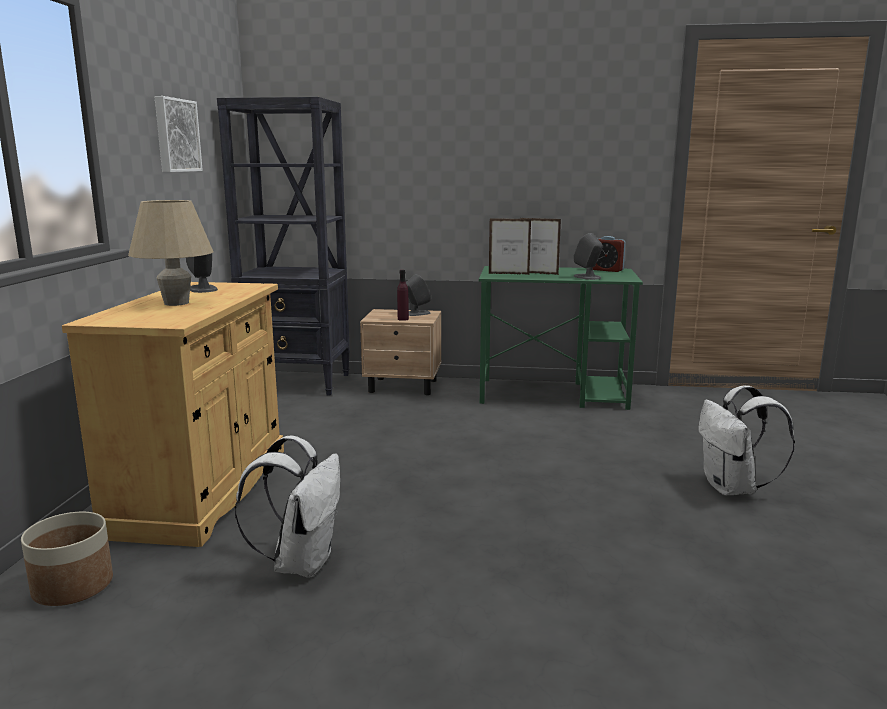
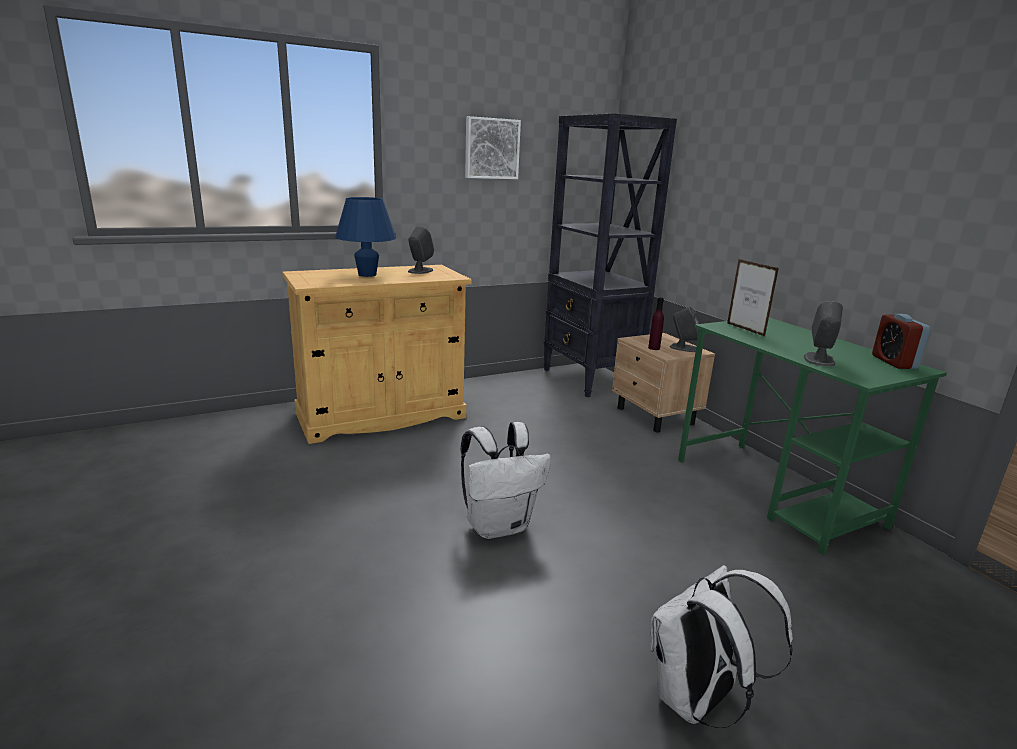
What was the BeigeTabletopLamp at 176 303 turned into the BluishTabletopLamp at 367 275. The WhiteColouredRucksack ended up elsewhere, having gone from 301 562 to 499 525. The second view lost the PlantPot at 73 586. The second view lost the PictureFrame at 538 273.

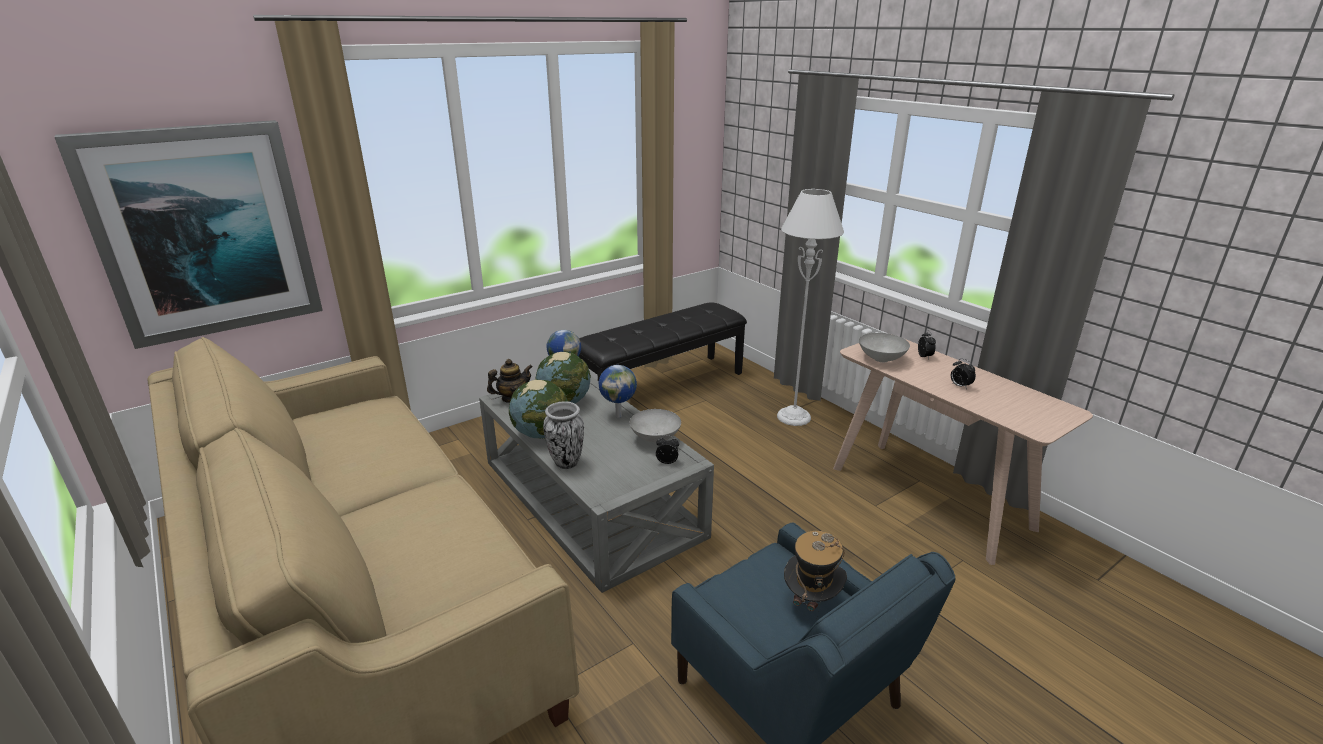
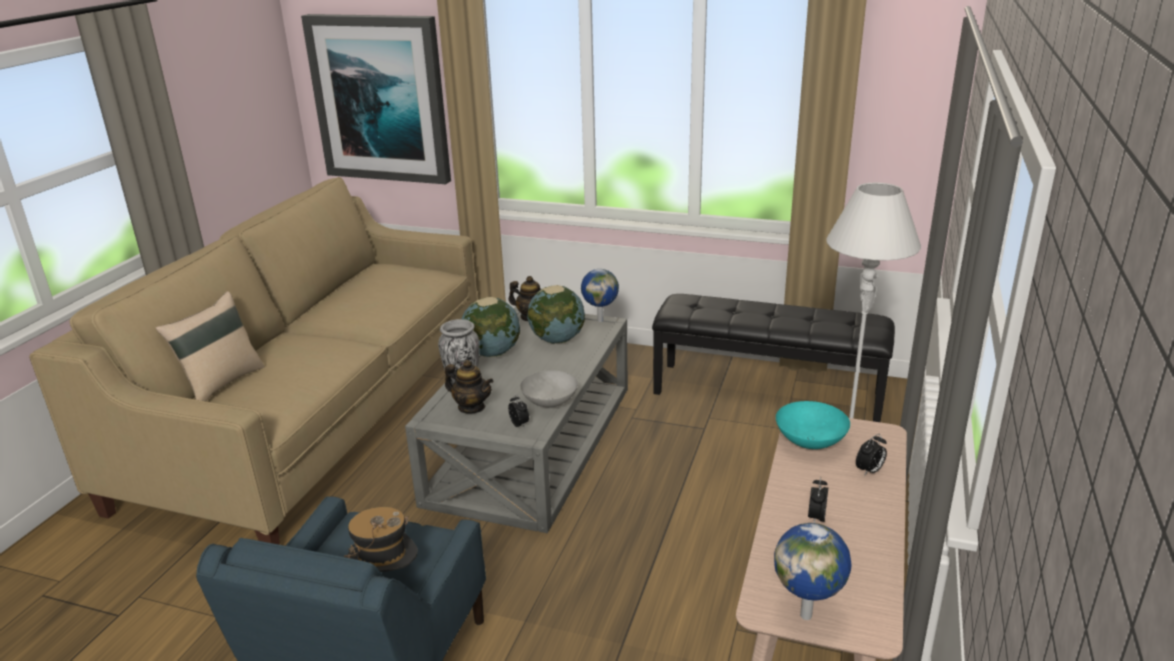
The second view gained the BeigeCushion at 221 383. The second view gained the Teapot at 471 407. The Globe ended up elsewhere, having gone from 619 415 to 807 615. What was the GreyishServingBowl at 882 359 turned into the TurquoiseColouredServingBowl at 811 443.

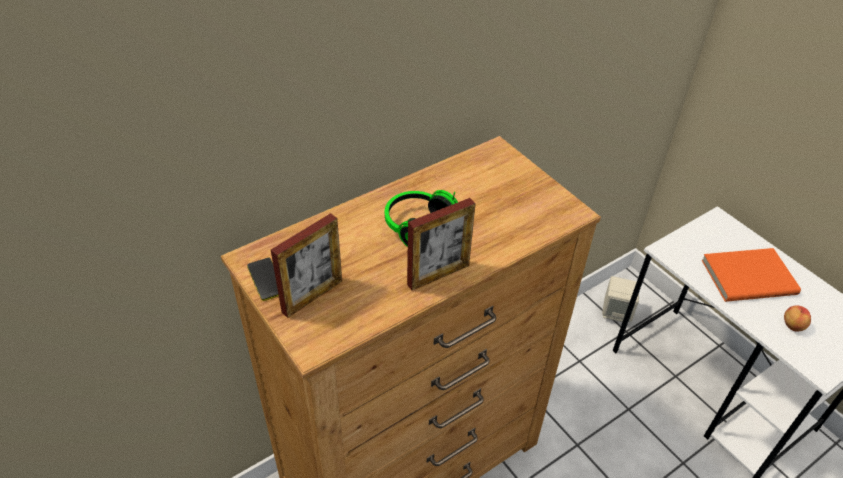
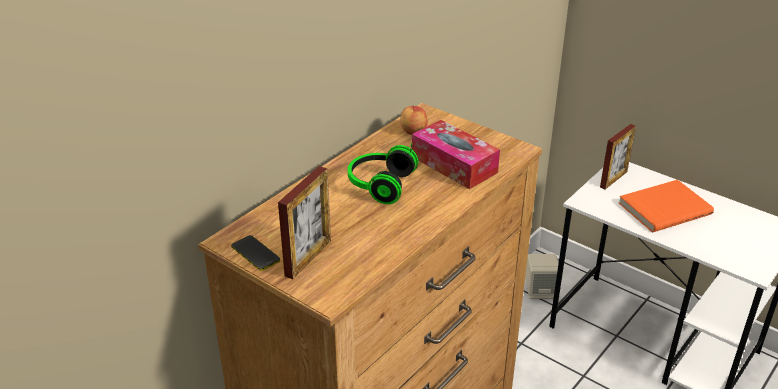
The Apple ended up elsewhere, having gone from 792 325 to 412 131. The second view gained the TissueHolder at 454 164. The PictureFrame ended up elsewhere, having gone from 438 275 to 613 179.

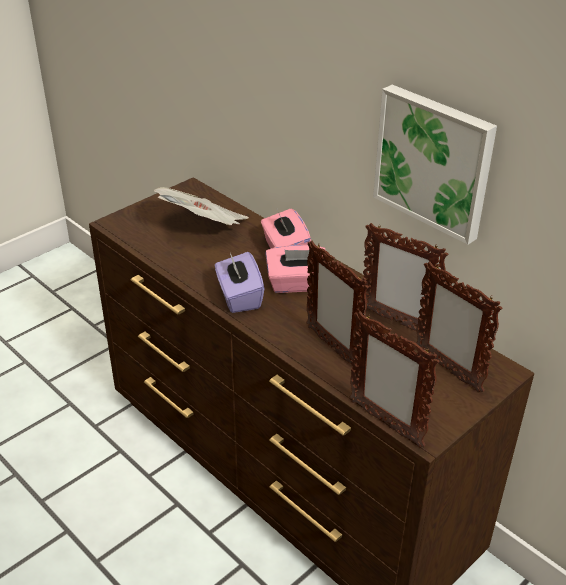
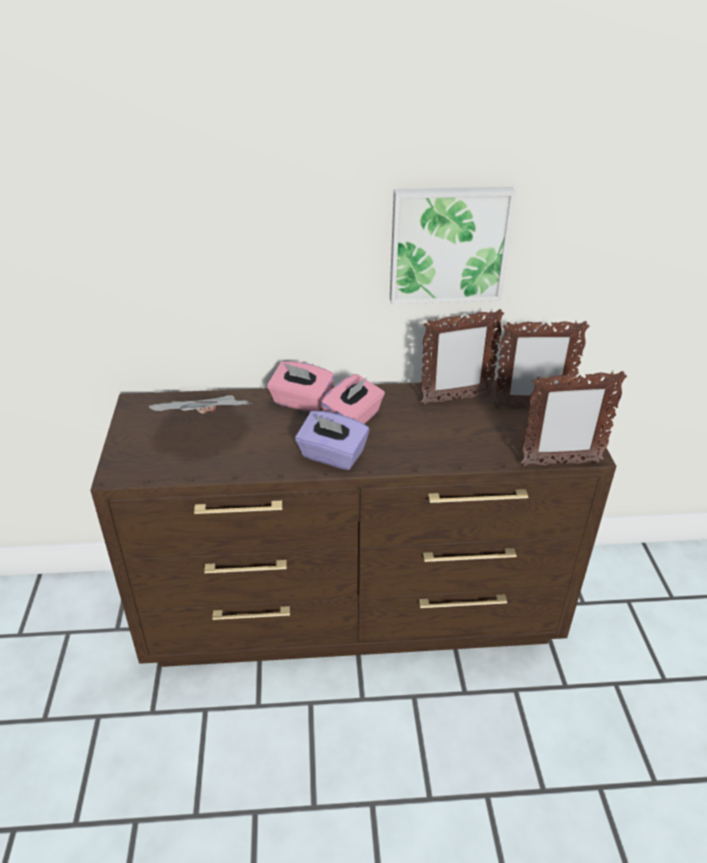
The second view lost the PictureFrame at 332 347.

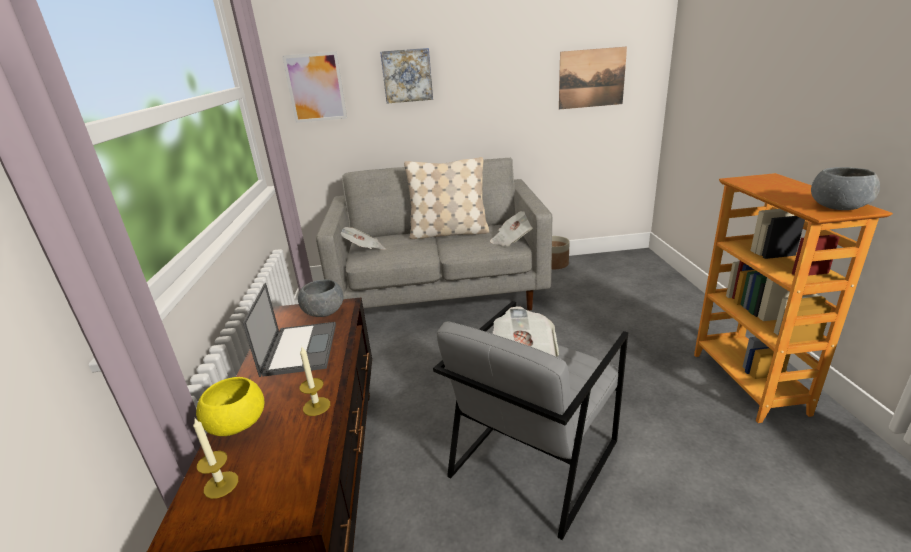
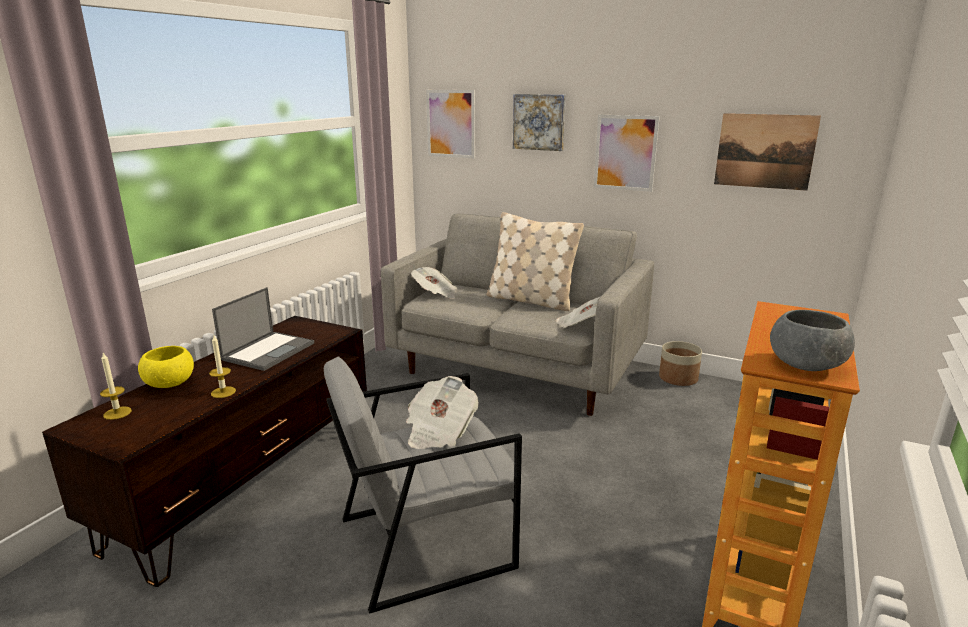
The second view gained the Picture at 625 153. The second view lost the GreyishServingBowl at 324 312.

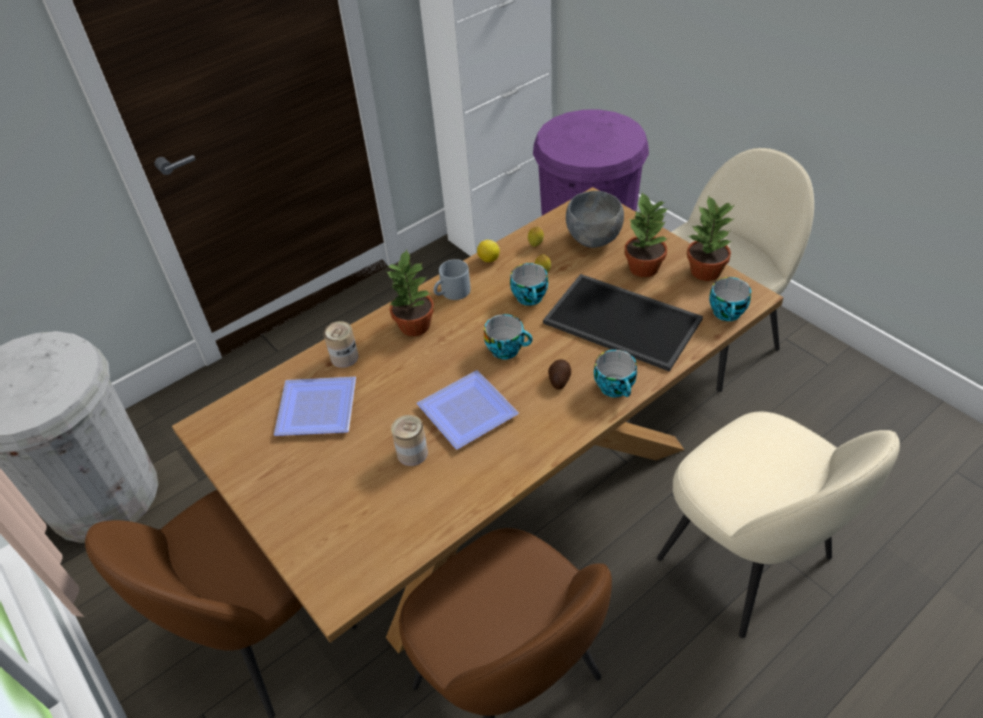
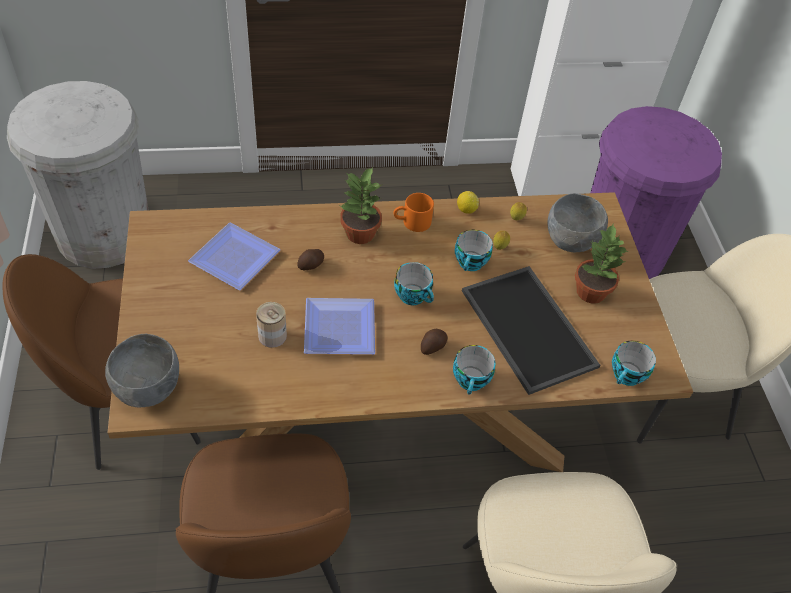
The second view gained the GreyishServingBowl at 147 389. The second view gained the Spud at 311 265. What was the GreyishMug at 452 293 turned into the OrangeColouredMug at 412 222. The second view lost the Can at 344 357. The second view lost the PlantInAPot at 705 272.

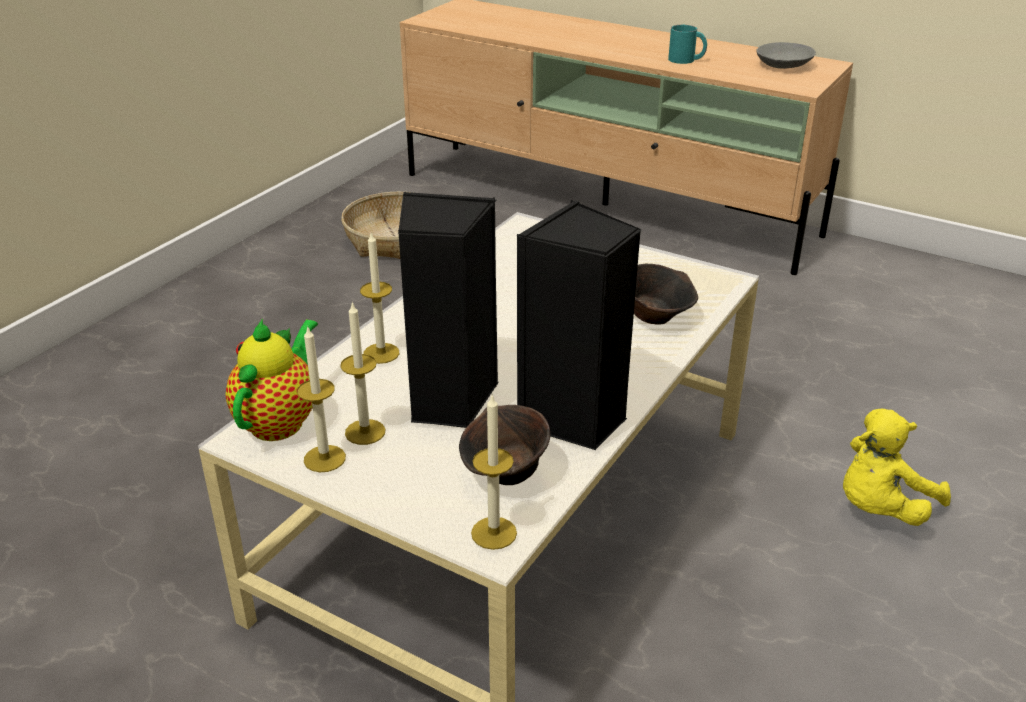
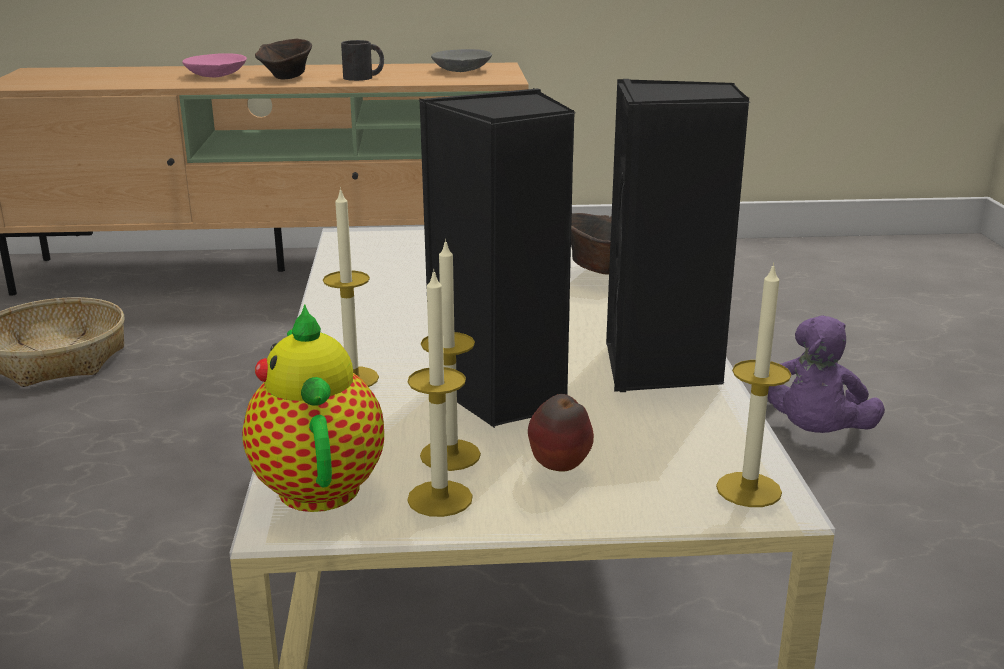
The second view gained the PinkishServingBowl at 215 75. The BrownServingBowl ended up elsewhere, having gone from 505 473 to 286 77. What was the TurquoiseColouredMug at 686 60 turned into the BlackishMug at 364 77. The second view gained the Apple at 559 470. What was the YellowishSoftToy at 880 508 turned into the PurplishSoftToy at 813 434.

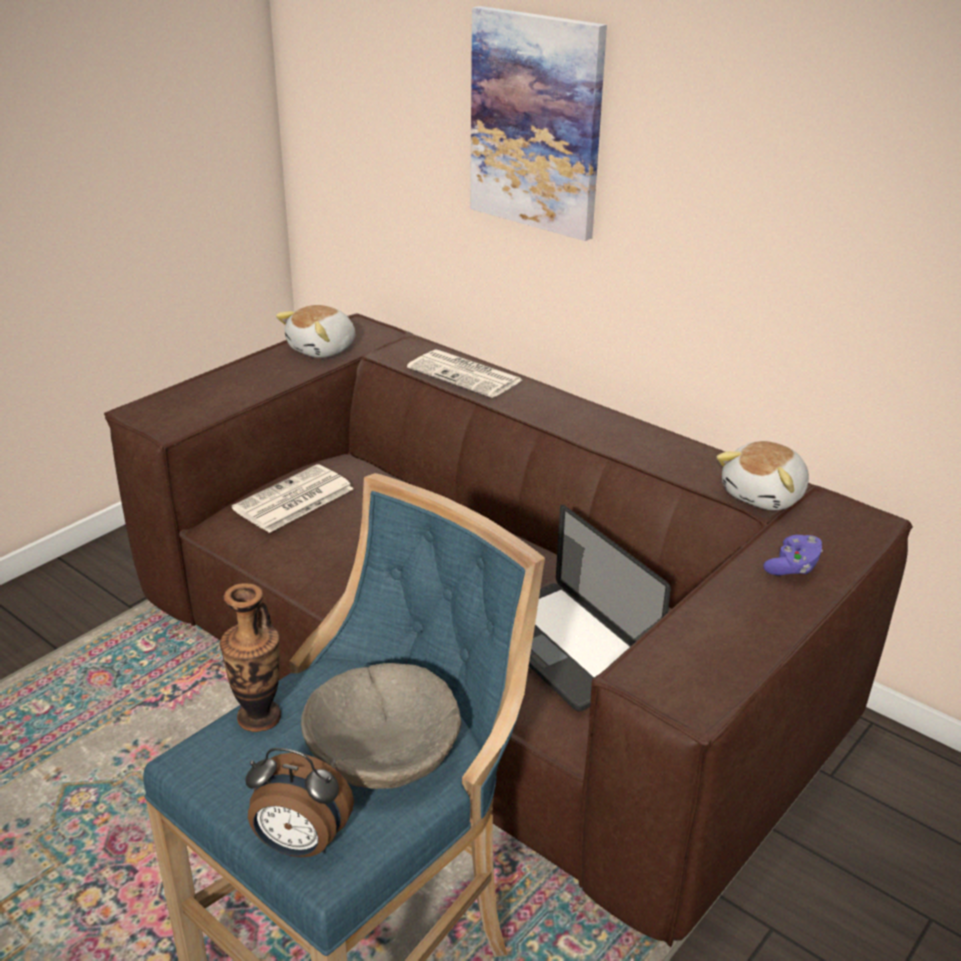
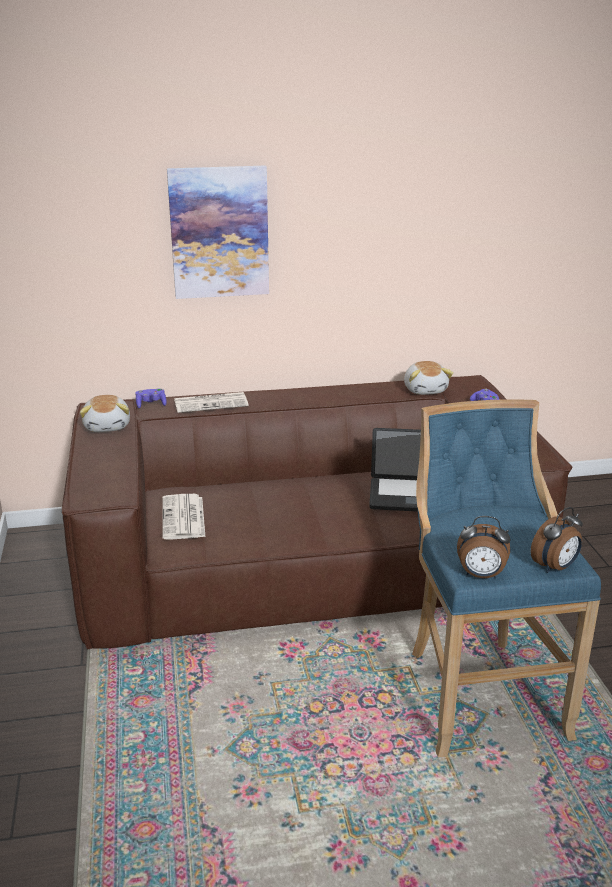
The second view gained the PurplishGamepad at 151 404. The second view gained the TableClock at 481 575. The second view lost the FlowerVase at 259 717. The second view lost the BeigeServingBowl at 382 751.

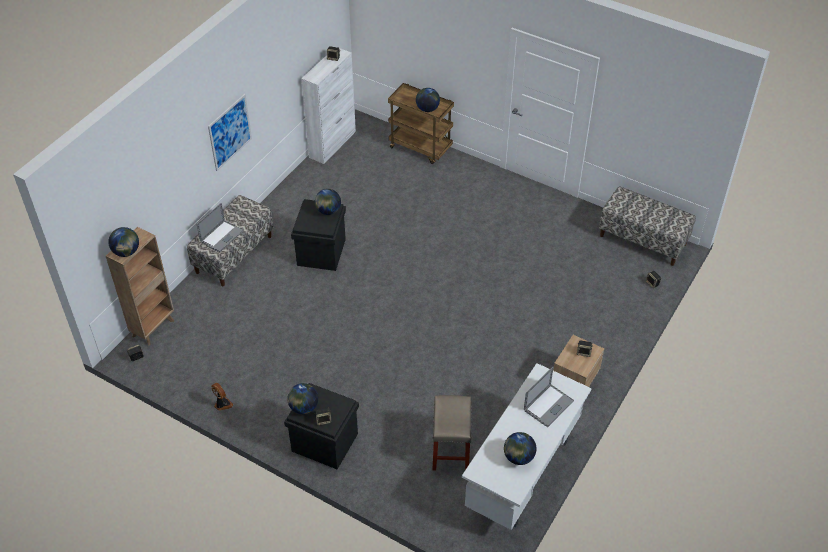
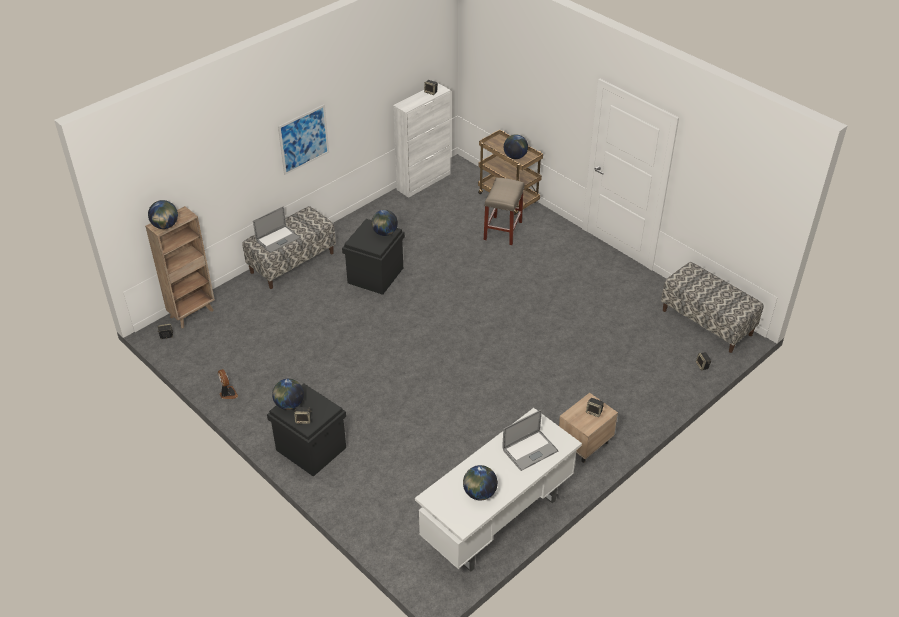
The BeigeStoolSeat ended up elsewhere, having gone from 450 449 to 503 230.

